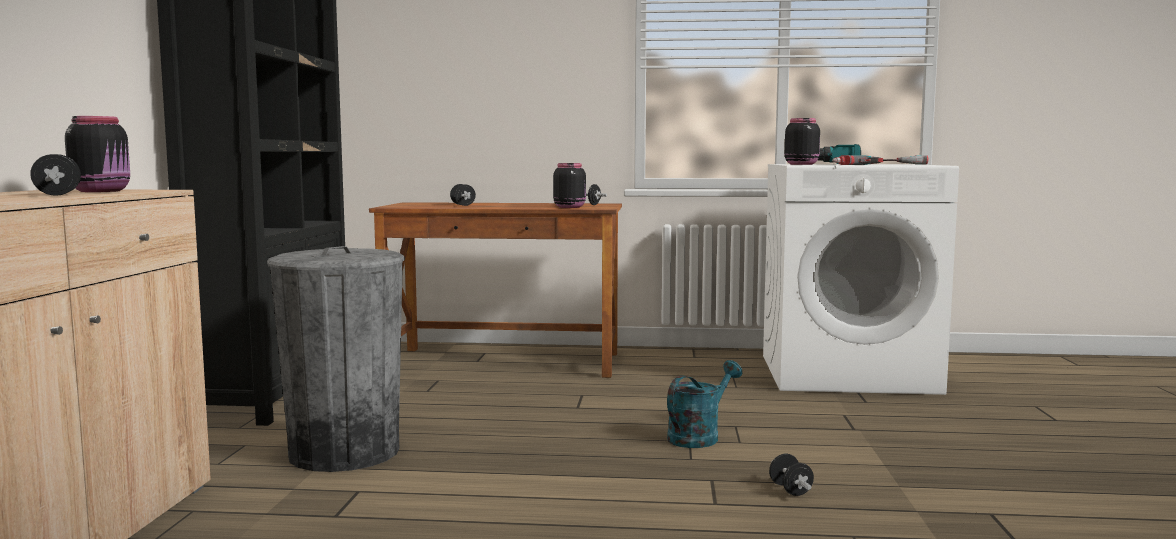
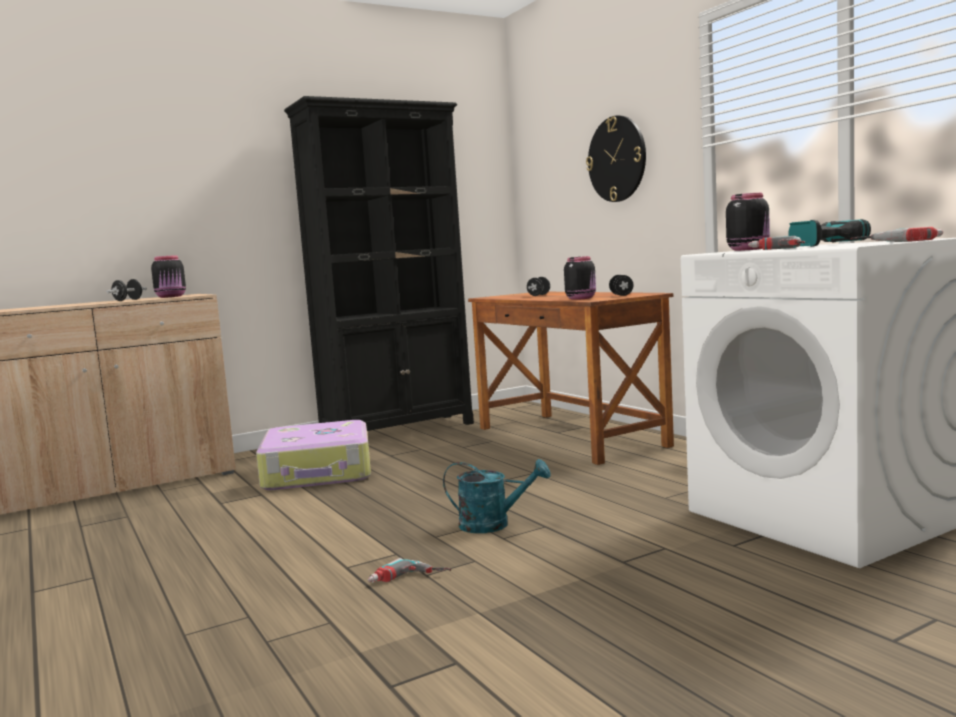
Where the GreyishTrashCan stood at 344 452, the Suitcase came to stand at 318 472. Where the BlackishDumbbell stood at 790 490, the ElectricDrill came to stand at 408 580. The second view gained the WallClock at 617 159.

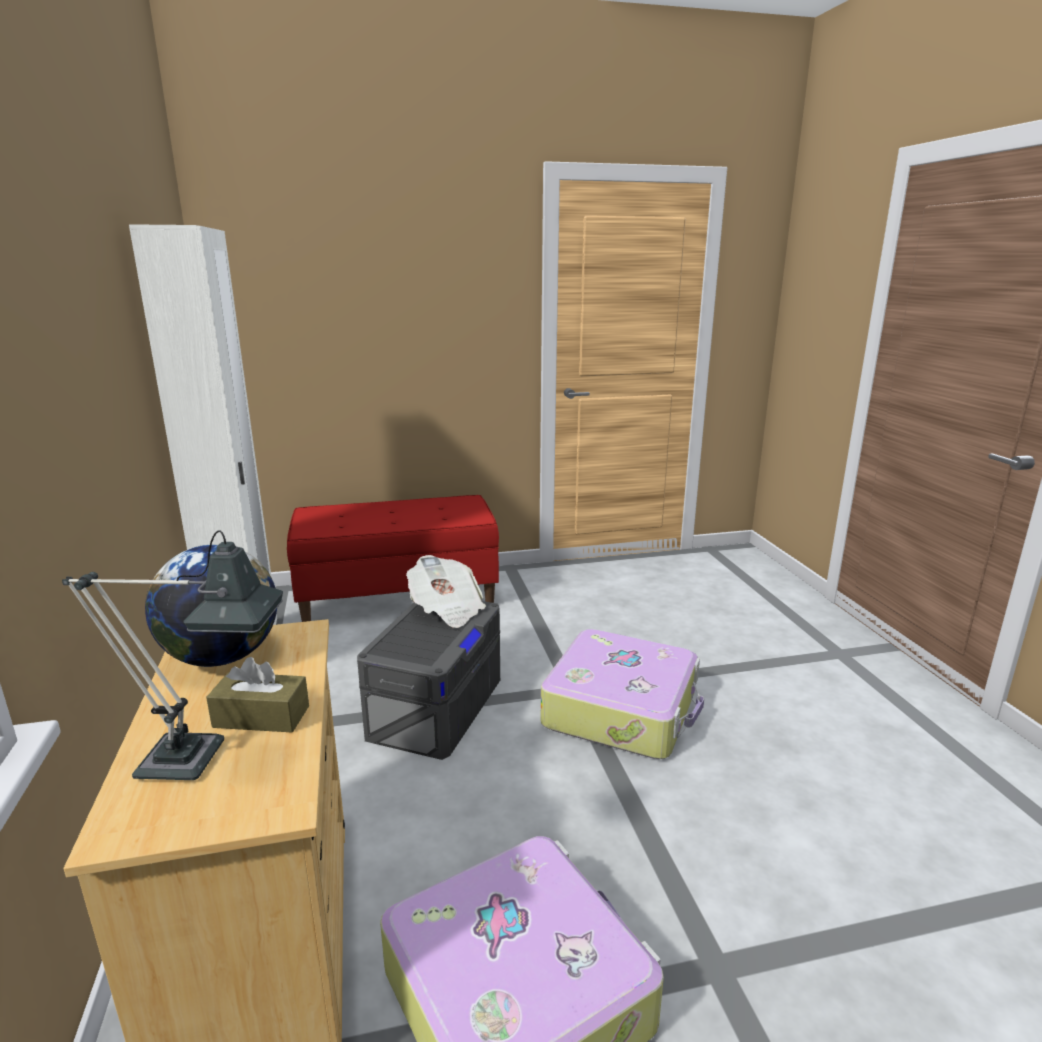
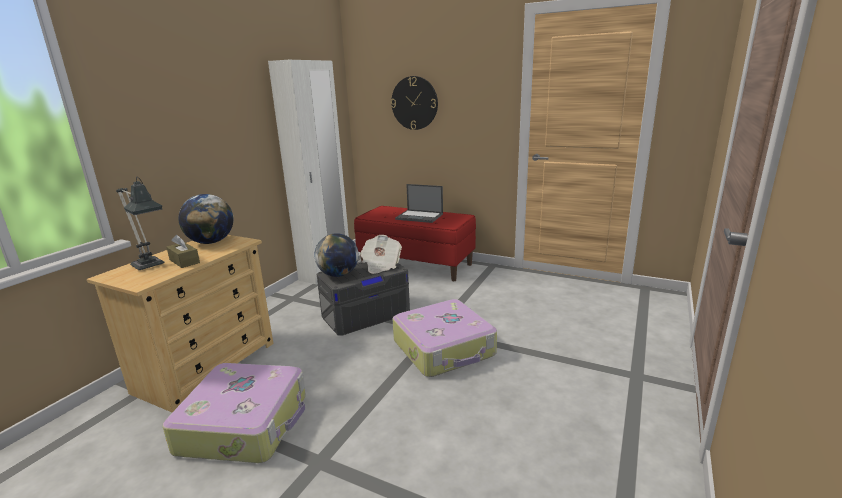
The second view gained the Globe at 338 274. The second view gained the WallClock at 414 103. The second view gained the NotebookComputer at 420 216.

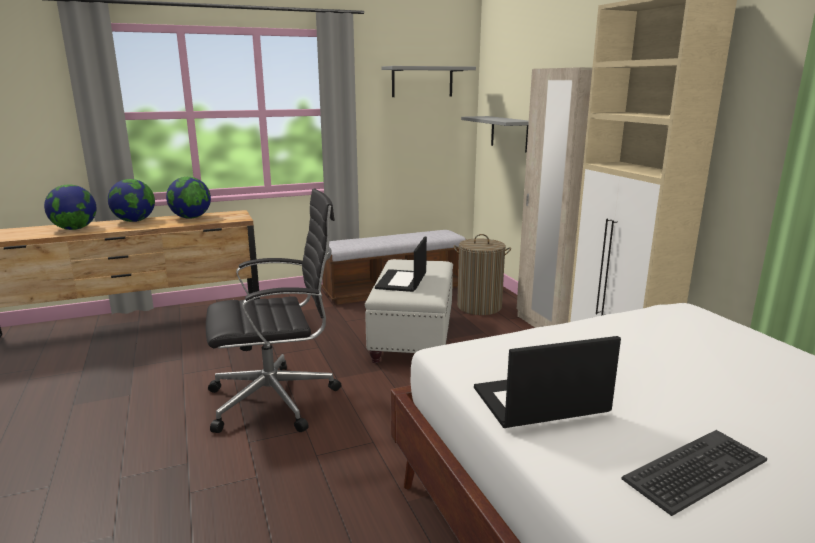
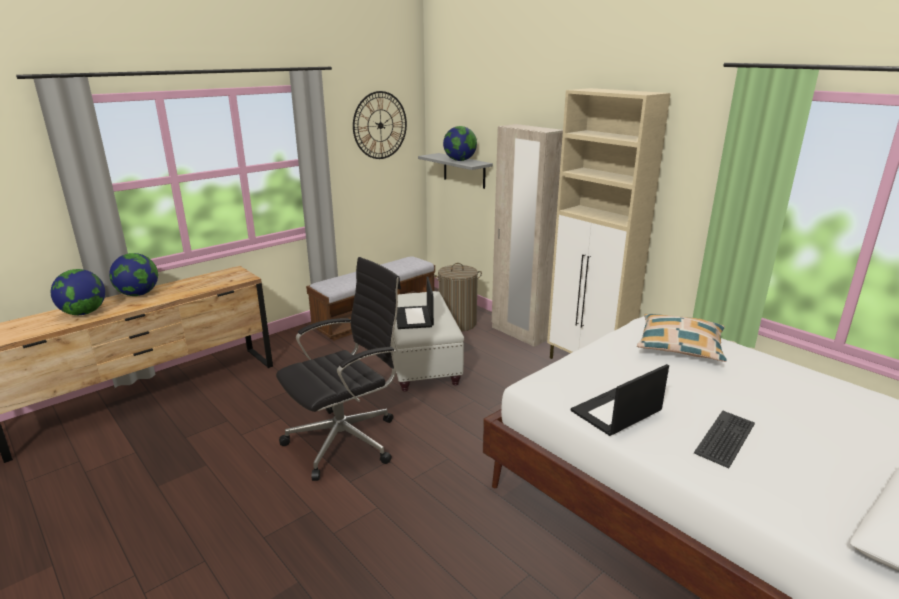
Where the GreyishWallShelf hung at 422 81, the WallClock came to hang at 380 125. The Globe ended up elsewhere, having gone from 191 218 to 459 160. The second view gained the Cushion at 680 346.

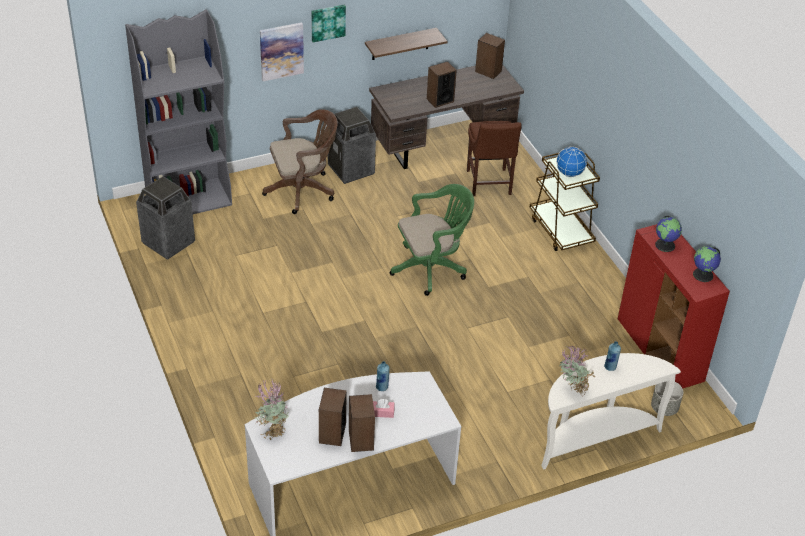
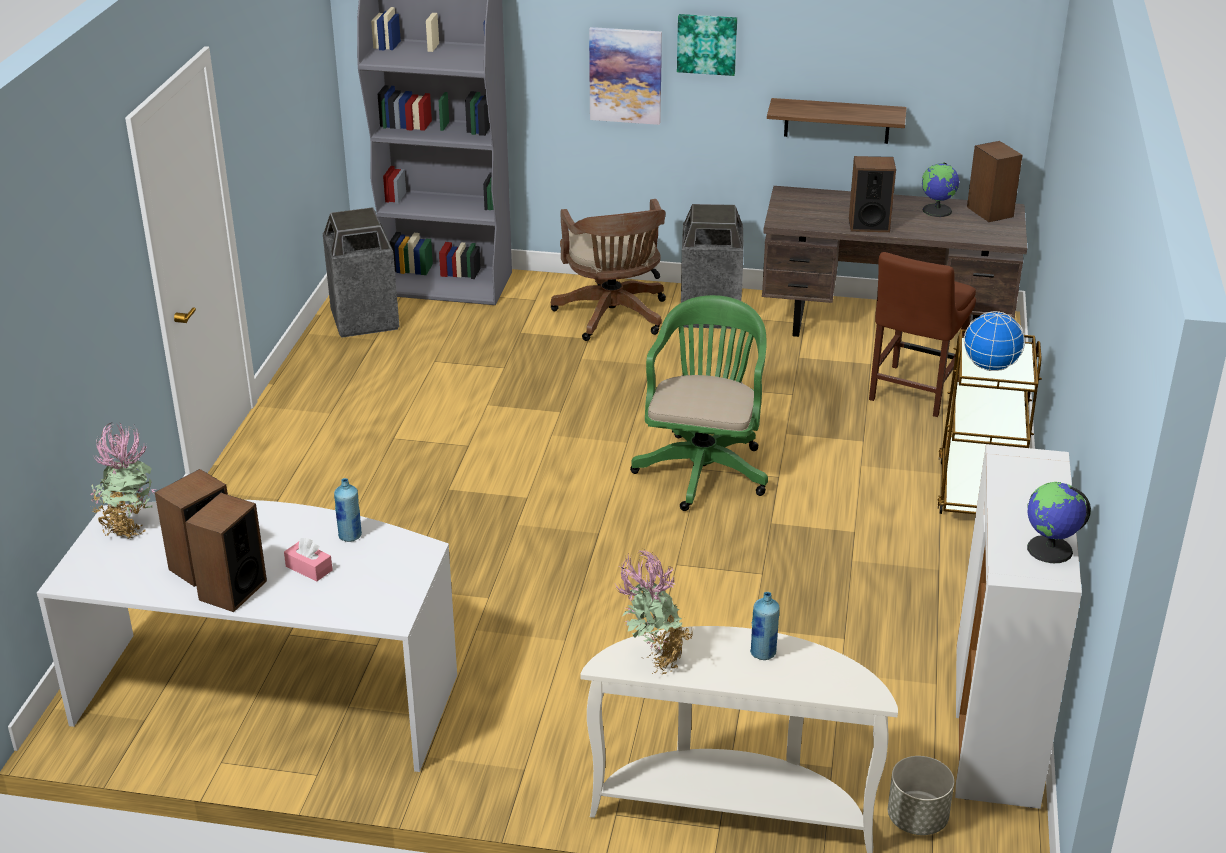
The BrownComputerChair at 303 190 ended up facing another way, 60 degrees clockwise from before. The GreenishComputerChair at 432 268 ended up facing another way, 90 degrees counterclockwise from before. The Globe ended up elsewhere, having gone from 665 245 to 937 210. What was the RedCupboard at 660 351 turned into the WhiteColouredCupboard at 996 727.

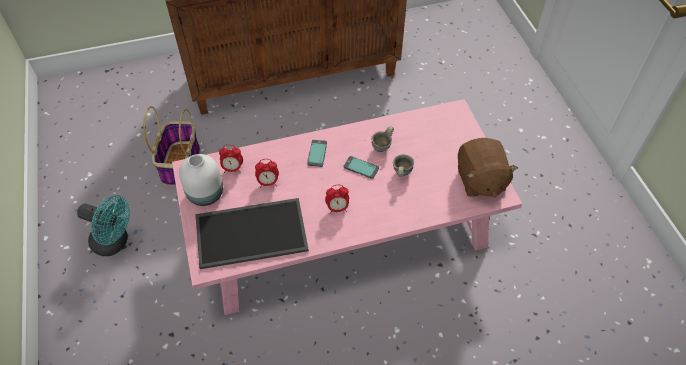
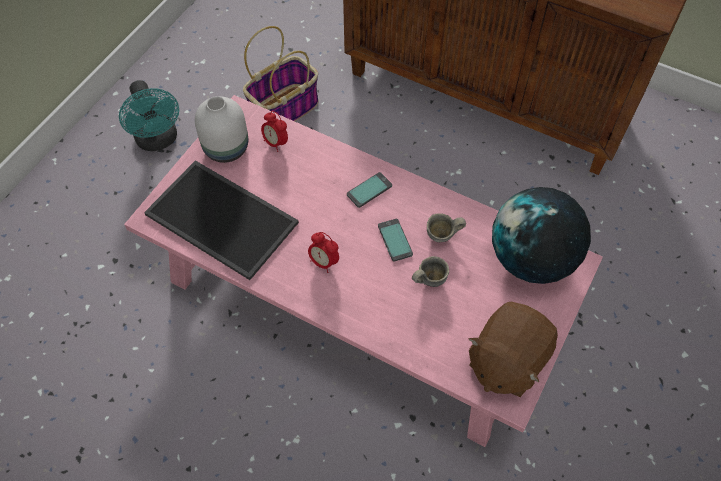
The second view gained the Globe at 532 260. The second view lost the TableClock at 268 183.

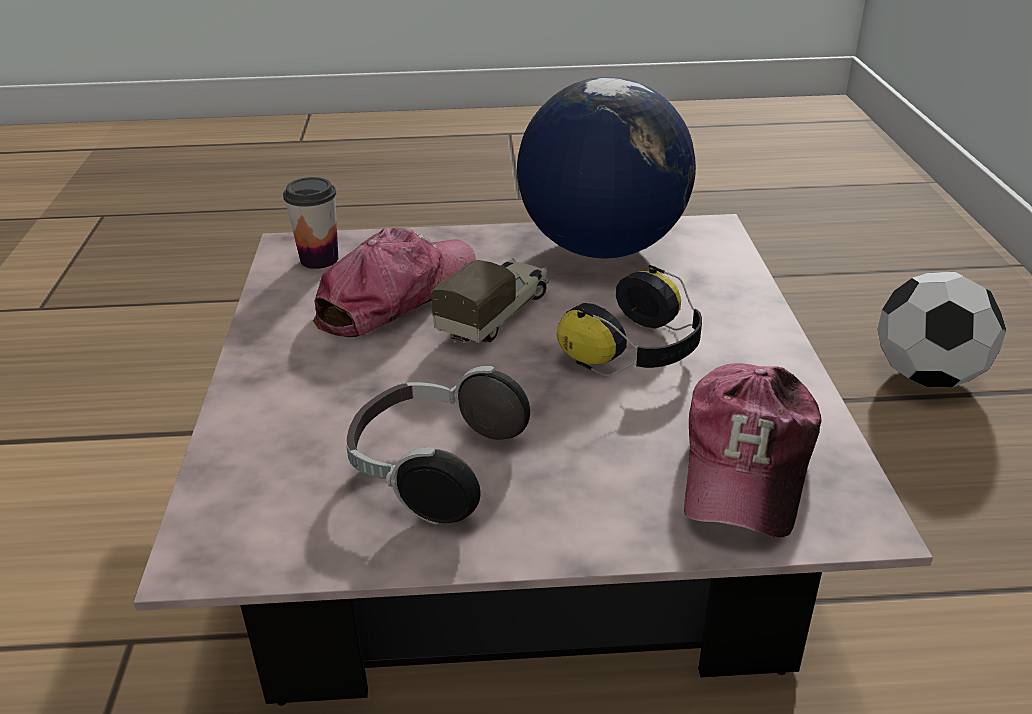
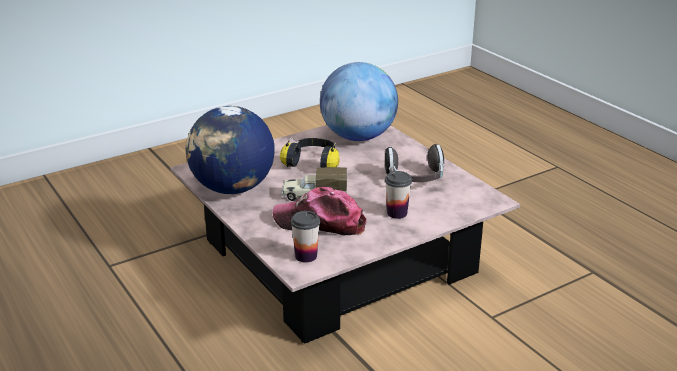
Where the Cap stood at 747 464, the Globe came to stand at 358 137. The second view gained the Cup at 397 213. The second view lost the BallForFootball at 927 376.

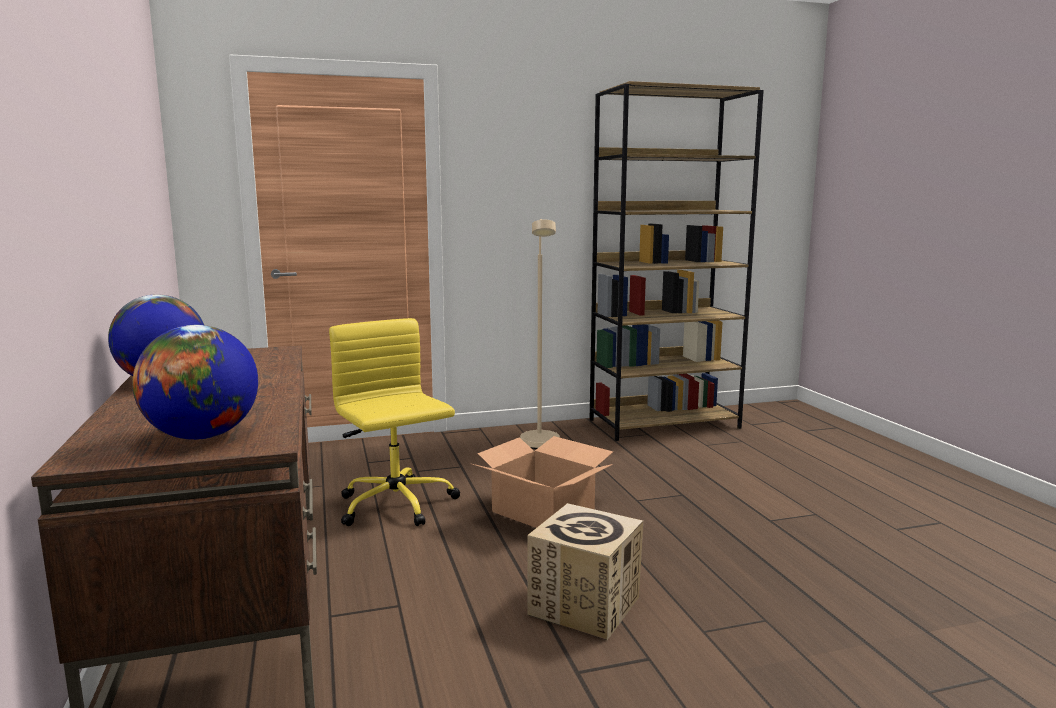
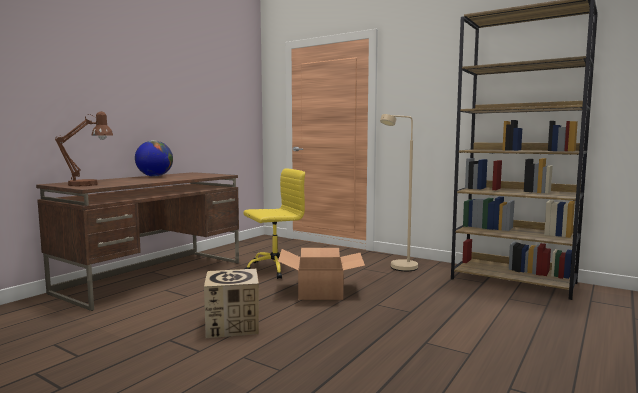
Where the Globe stood at 202 436, the BrownTabletopLamp came to stand at 90 184. The YellowishComputerChair at 397 505 ended up facing another way, 45 degrees clockwise from before.

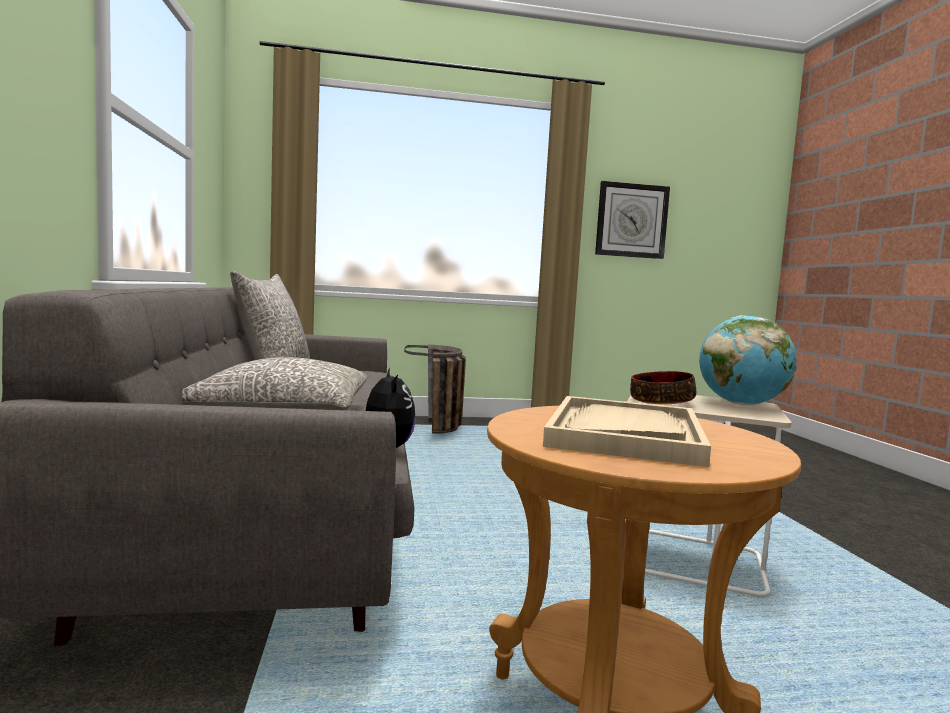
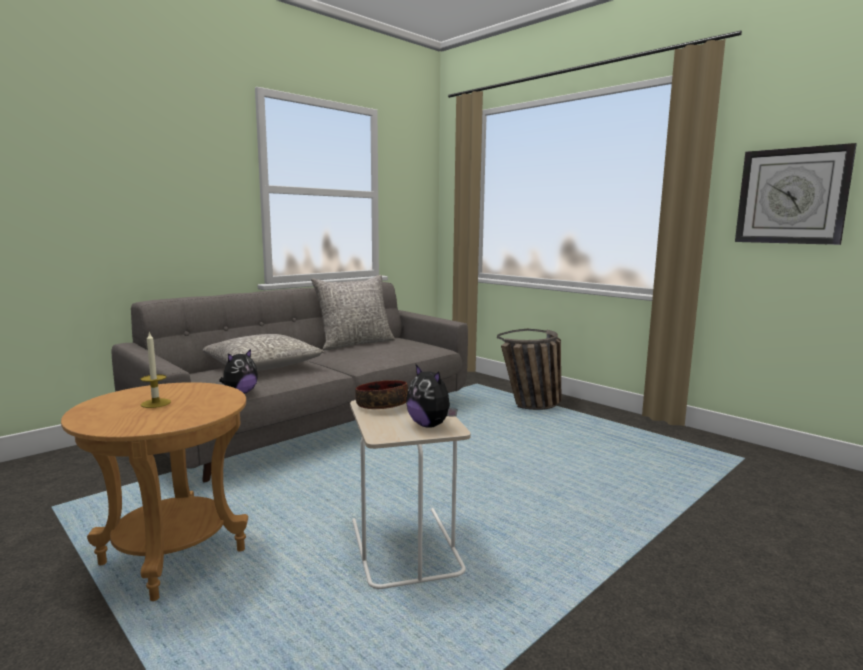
Where the BeigeTray stood at 624 433, the Candle came to stand at 156 403. Where the Globe stood at 741 404, the SoftToy came to stand at 430 425.

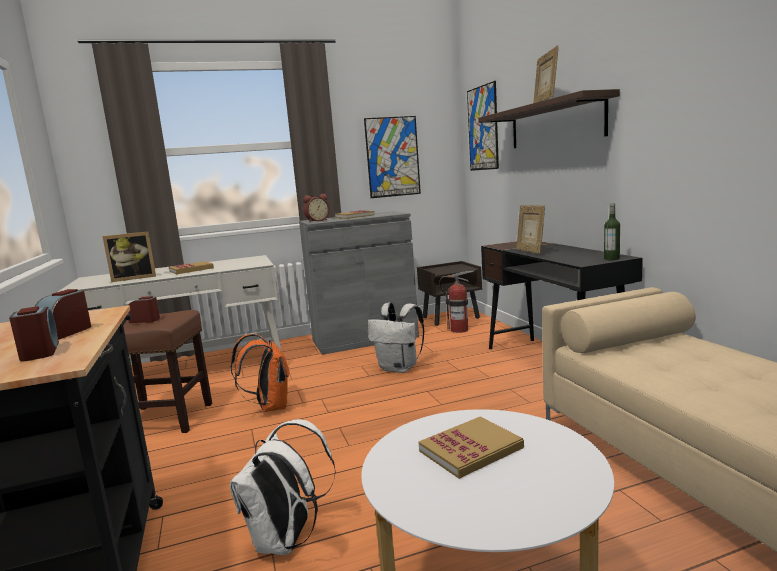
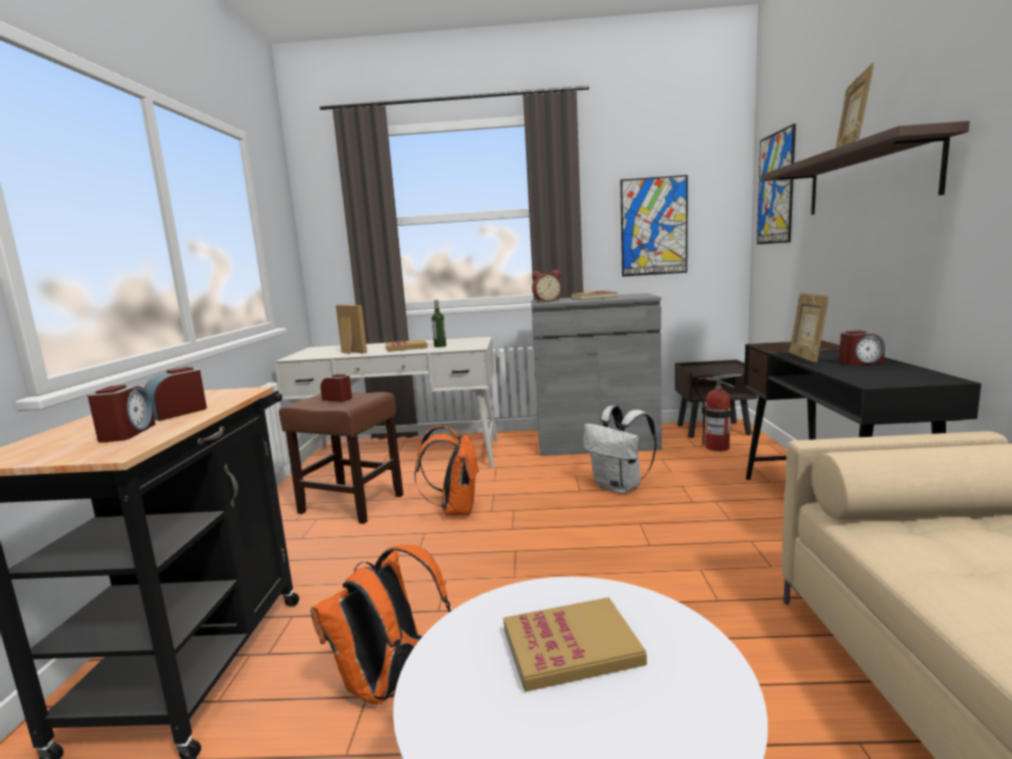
What was the WhiteColouredRucksack at 286 541 turned into the OrangeColouredRucksack at 389 684. The PictureFrame at 134 278 ended up facing another way, 135 degrees counterclockwise from before. The Bottle ended up elsewhere, having gone from 611 259 to 440 346. The second view gained the TableClock at 860 362.

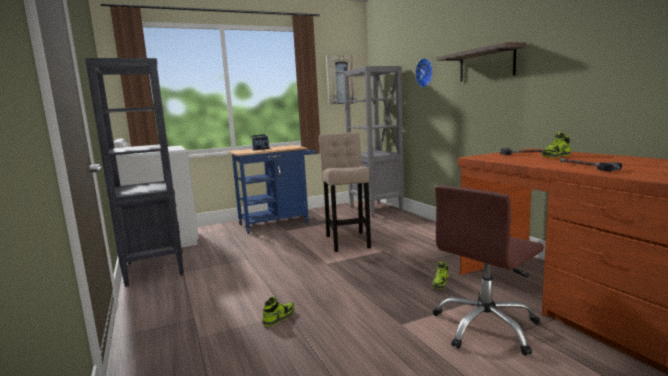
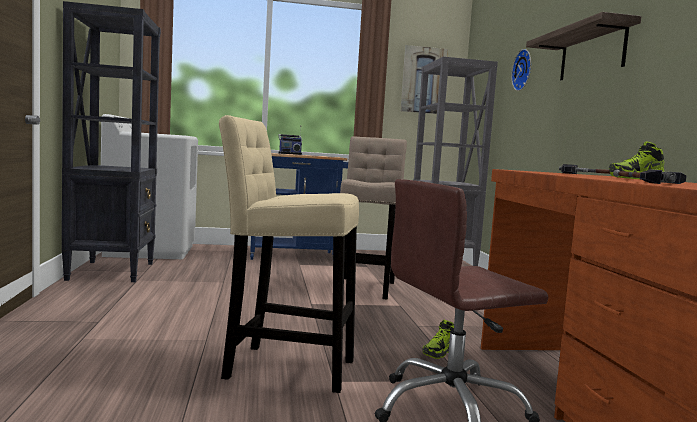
The second view gained the BeigeStoolSeat at 283 367. The second view lost the ItemOfFootwear at 279 318.

